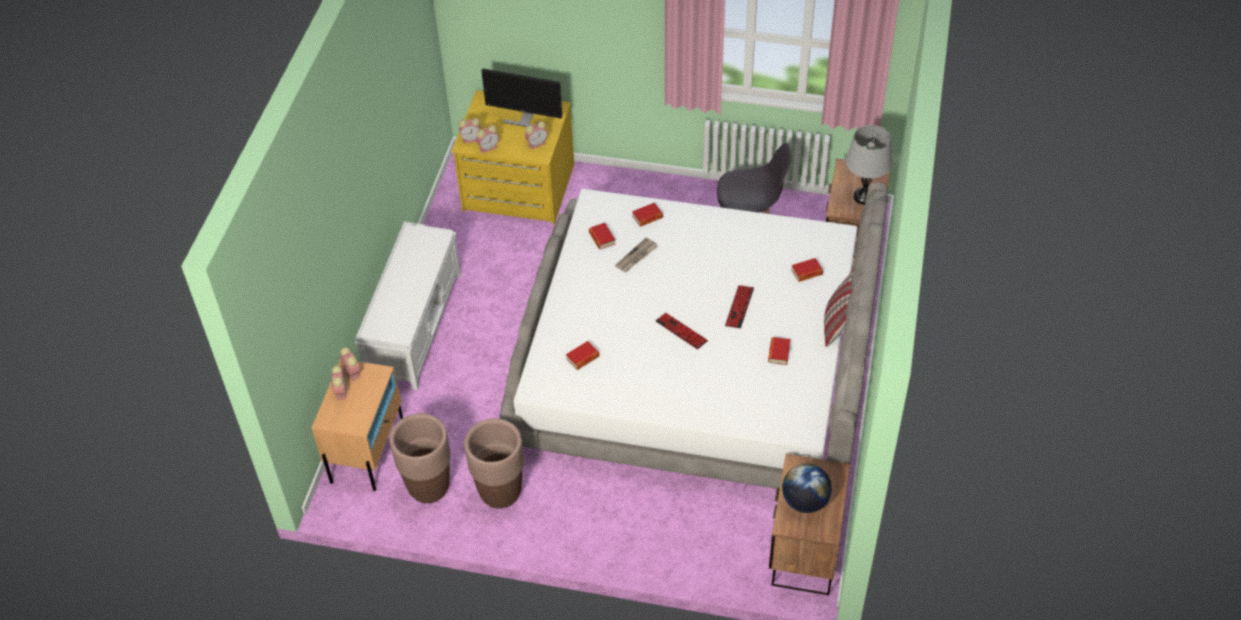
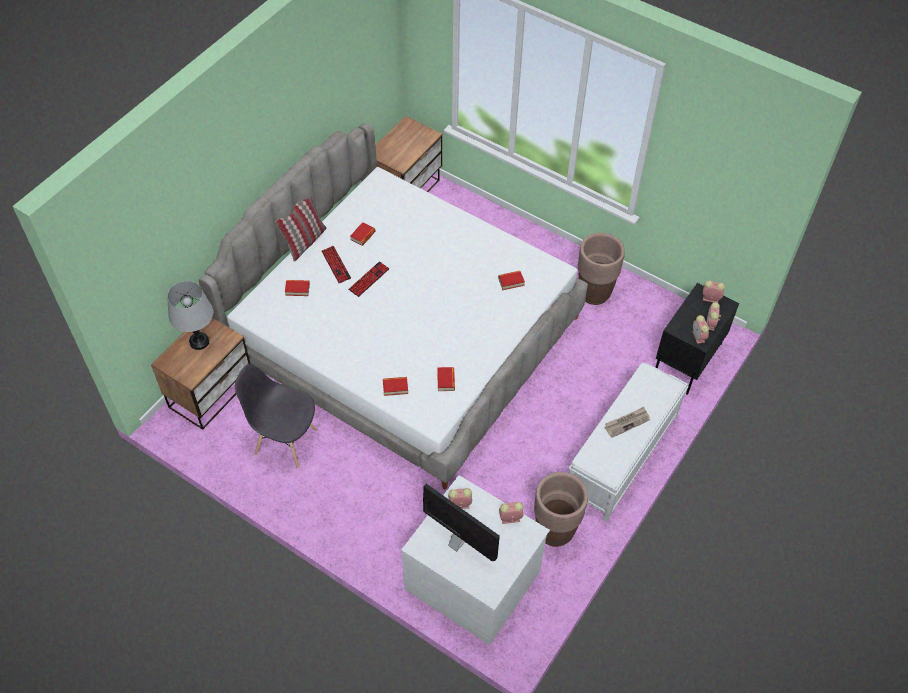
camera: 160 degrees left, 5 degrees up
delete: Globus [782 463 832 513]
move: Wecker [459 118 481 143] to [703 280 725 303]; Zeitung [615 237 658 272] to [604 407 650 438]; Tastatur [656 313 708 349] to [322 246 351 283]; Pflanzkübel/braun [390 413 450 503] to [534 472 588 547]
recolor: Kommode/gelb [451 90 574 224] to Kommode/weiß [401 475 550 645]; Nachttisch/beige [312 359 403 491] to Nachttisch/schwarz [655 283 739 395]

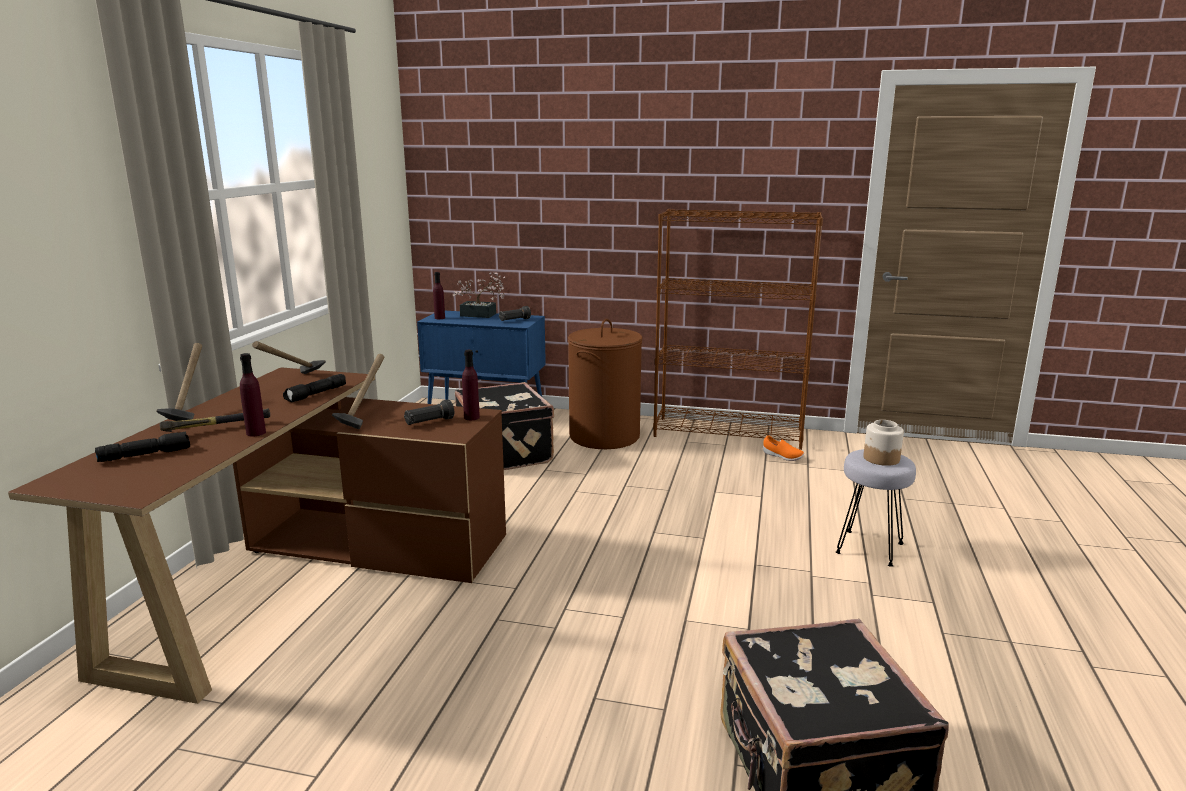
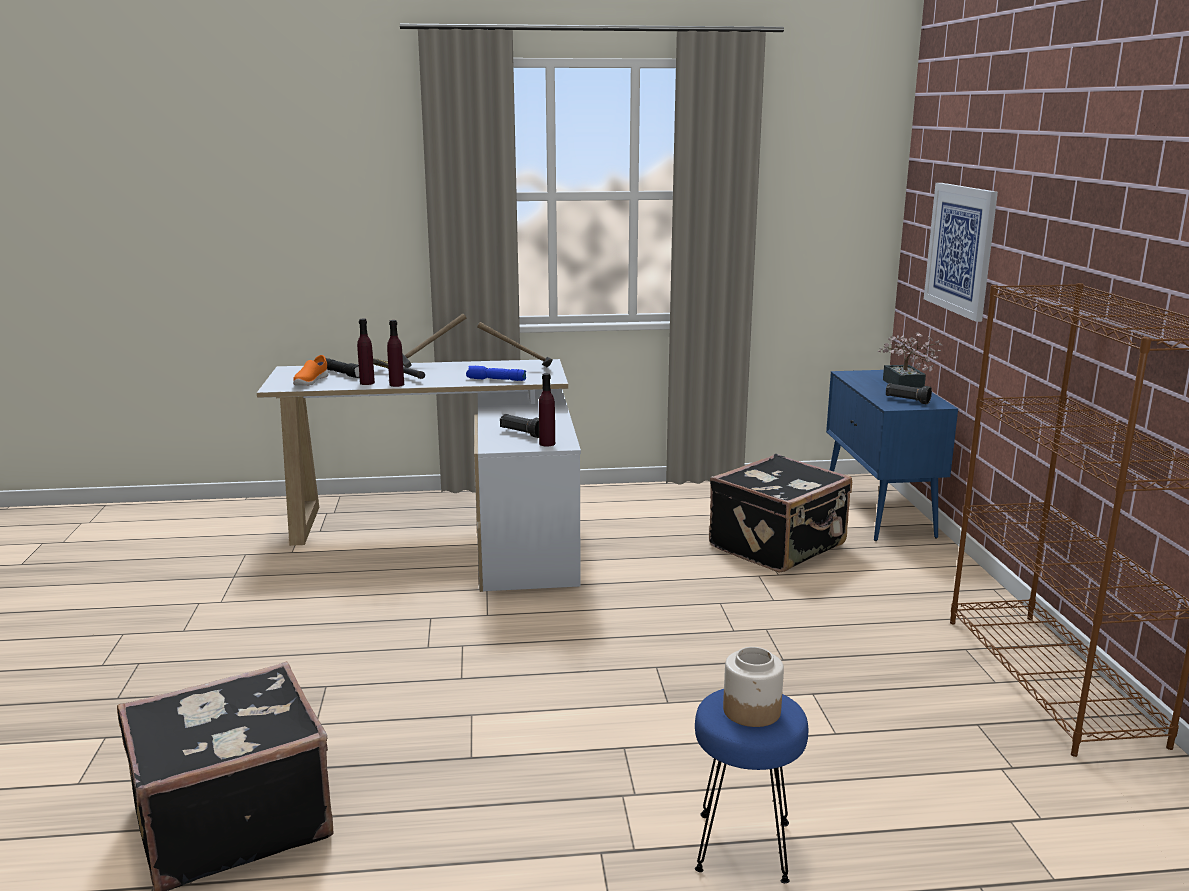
camera: 70 degrees right, 0 degrees up
delete: Wäschekorb/braun [568 319 643 449]; Hammer [332 354 385 429]
insert: Bild [924 183 998 322]
move: Flasche/lila [433 272 445 319] to [357 319 375 385]; Schuh/orange [763 435 804 461] to [293 355 328 386]
recolor: Schreibtisch/braun [8 367 506 704] to Schreibtisch/weiß [257 359 581 592]; Taschenlampe/schwarz [283 374 346 402] to Taschenlampe/blau [466 366 526 381]; Hocker/grau [836 449 916 567] to Hocker/blau [695 689 808 883]

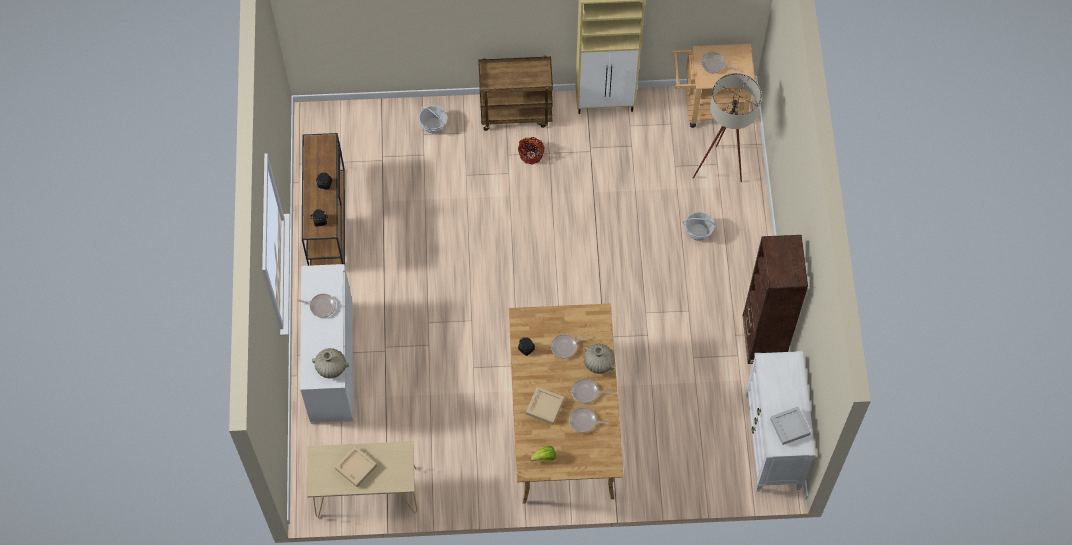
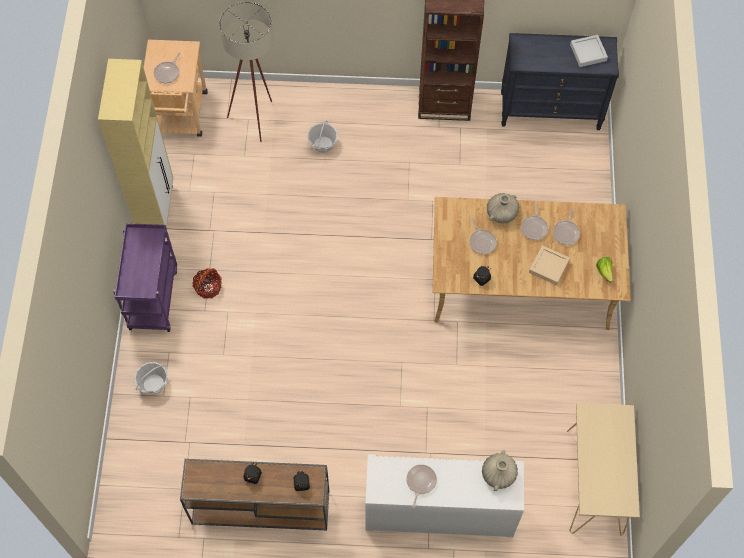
camera: 85 degrees left, 0 degrees up
delete: Tablett/beige [335 446 377 487]
recolor: Rollwagen/braun [478 55 553 131] to Rollwagen/lila [113 223 177 332]; Kommode/weiß [746 351 816 492] to Kommode/schwarz [501 33 619 130]

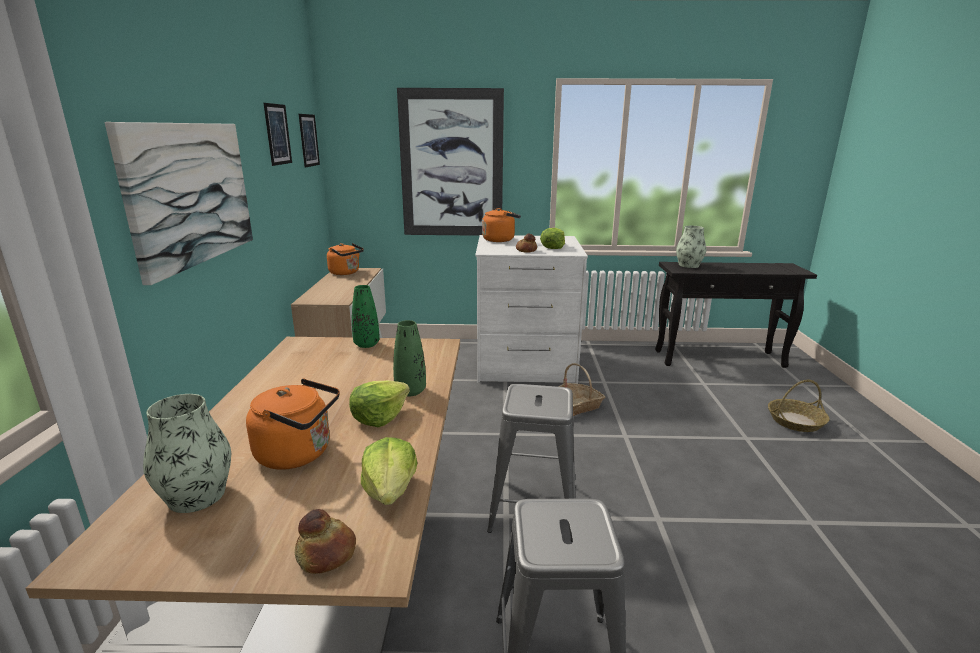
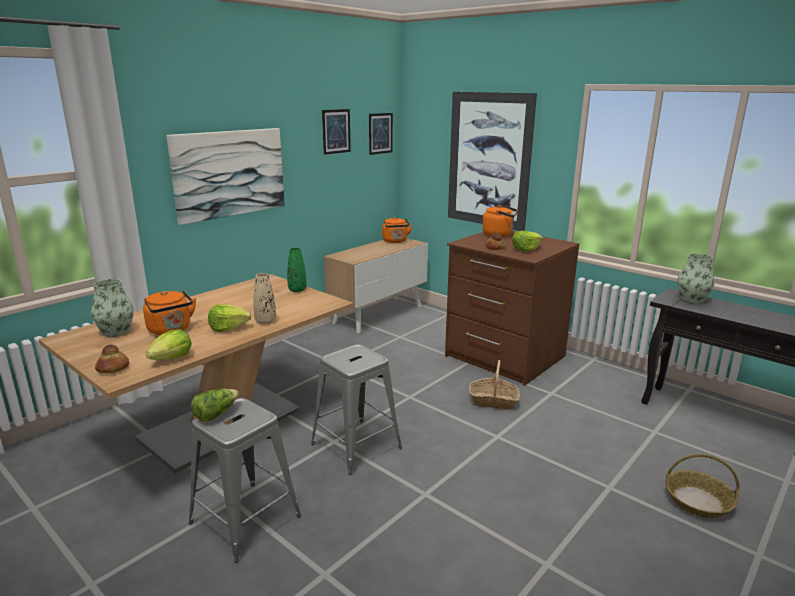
camera: 40 degrees right, 0 degrees up
insert: Salatkopf [191 389 239 422]
recolor: Kommode/weiß [475 235 588 384] to Kommode/braun [445 231 580 386]; Vase/grün [393 320 426 396] to Vase/beige [253 273 276 324]

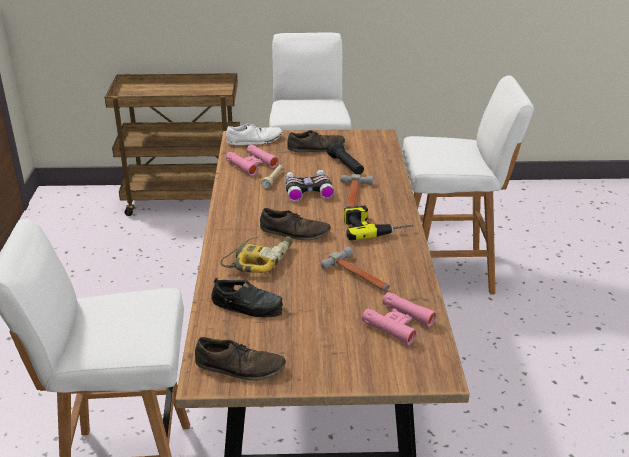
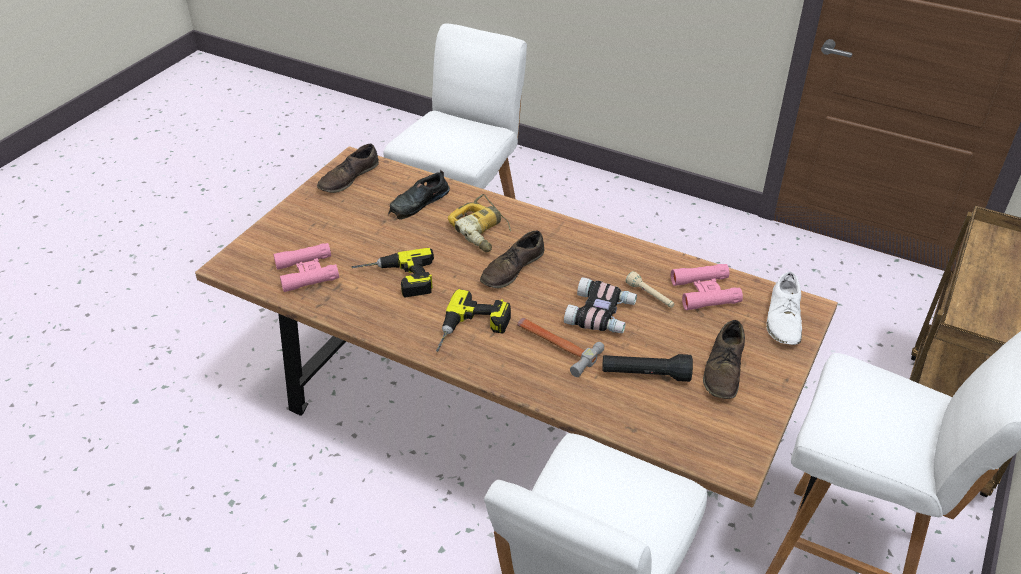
camera: 120 degrees right, 10 degrees up
replace: Hammer [321 247 390 291] to Bohrmaschine [351 248 434 298]

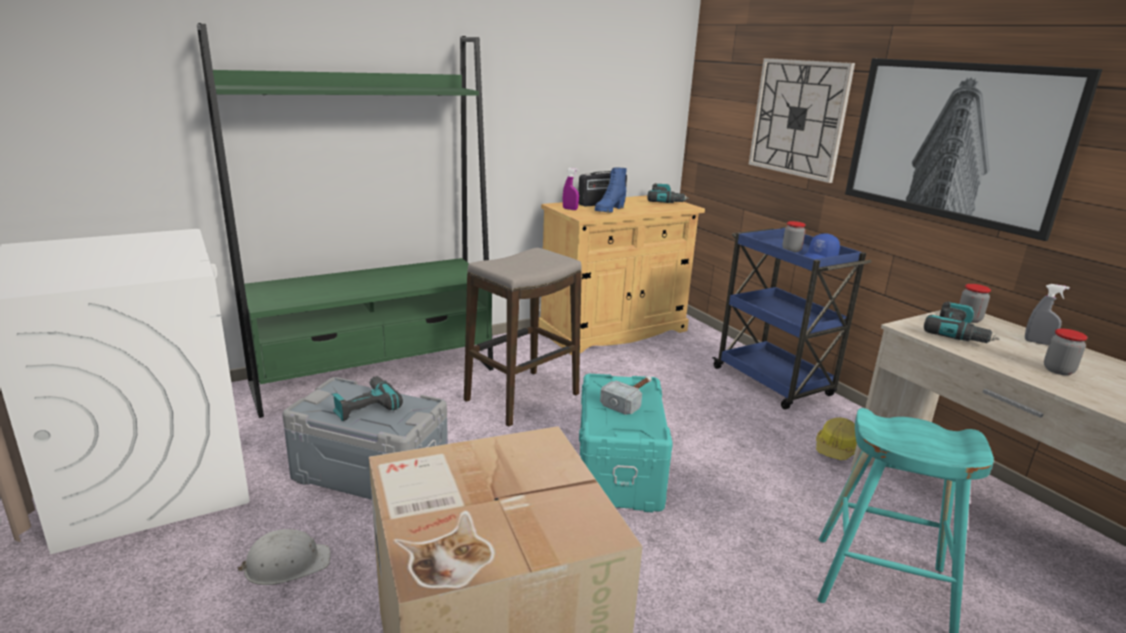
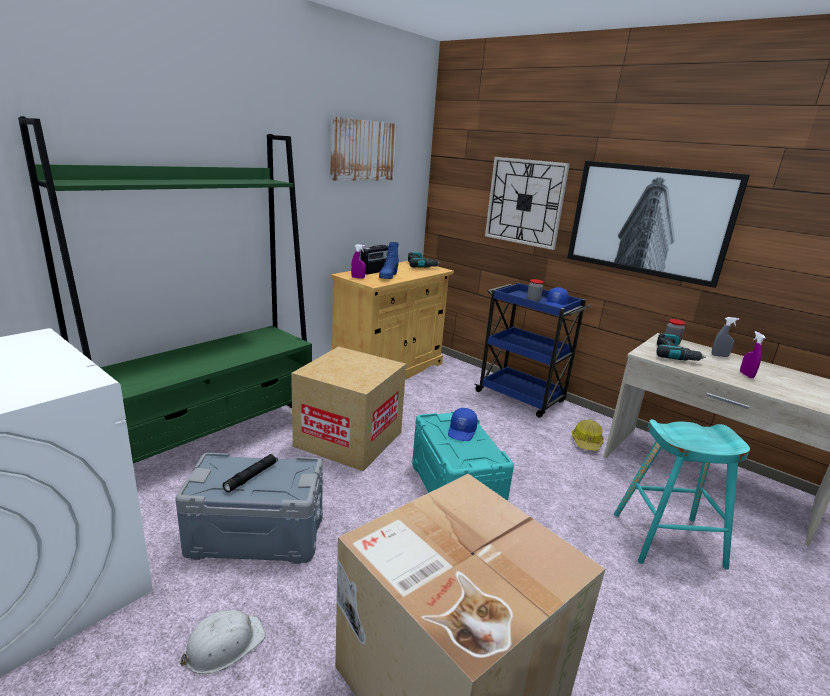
camera: 20 degrees left, 0 degrees up
insert: Bild [330 117 397 181]
replace: Hocker [464 248 582 426] to Karton [291 346 406 471]; Vorratsglas [1044 328 1088 375] to Sprühflasche/lila [740 331 765 378]; Bohrmaschine [332 376 403 421] to Taschenlampe/schwarz [223 454 278 492]; Hammer [600 376 652 415] to Kappe/blau [448 408 478 441]

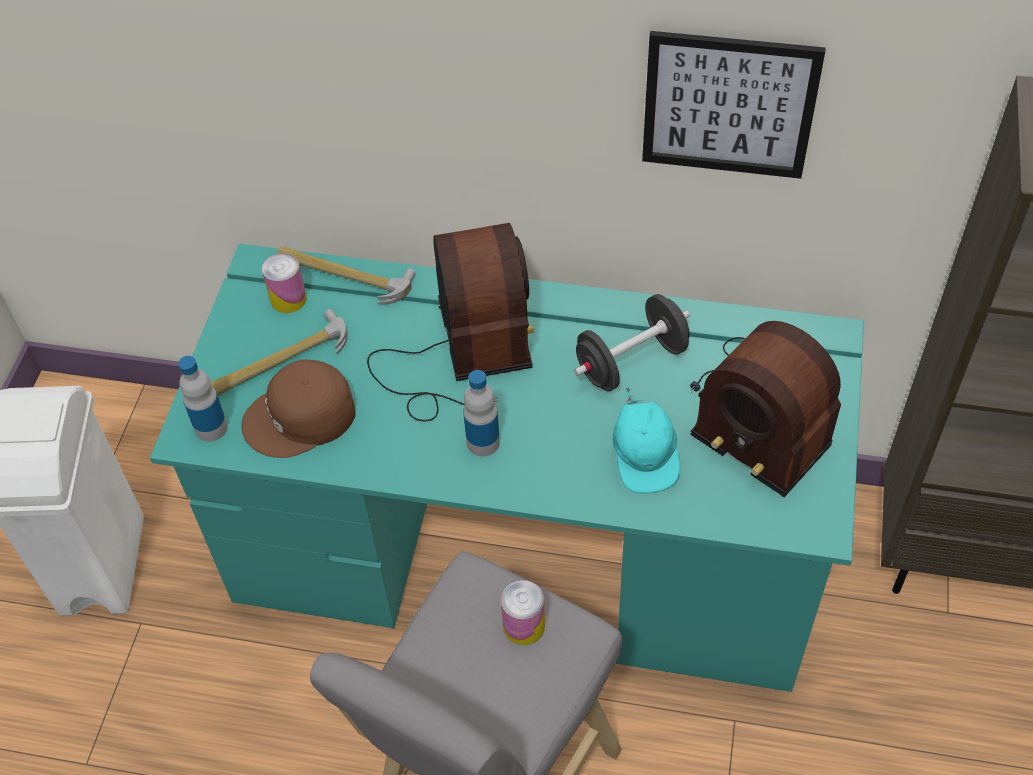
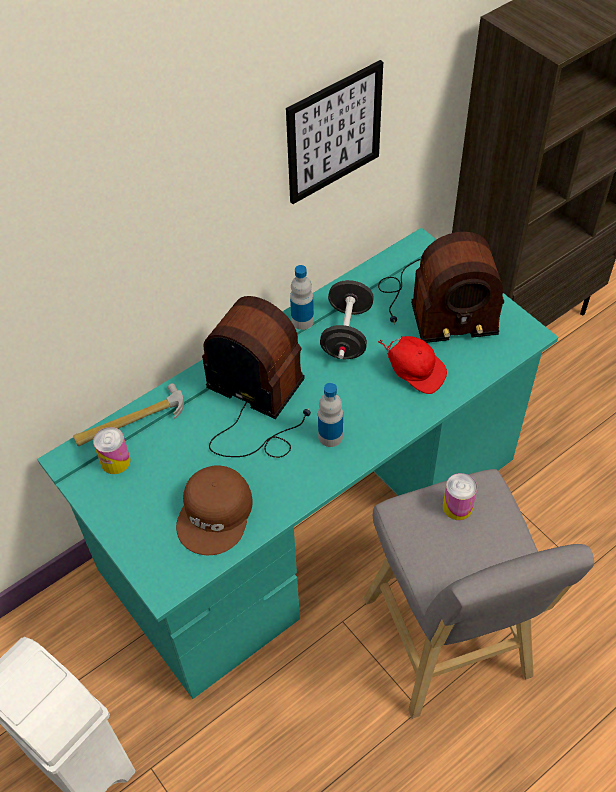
camera: 50 degrees left, 0 degrees up
delete: Hammer [211 309 347 396]
move: Flasche [178 356 228 442] to [290 265 314 330]
recolor: Kappe/türkis [612 387 680 494] to Kappe/rot [378 336 447 394]

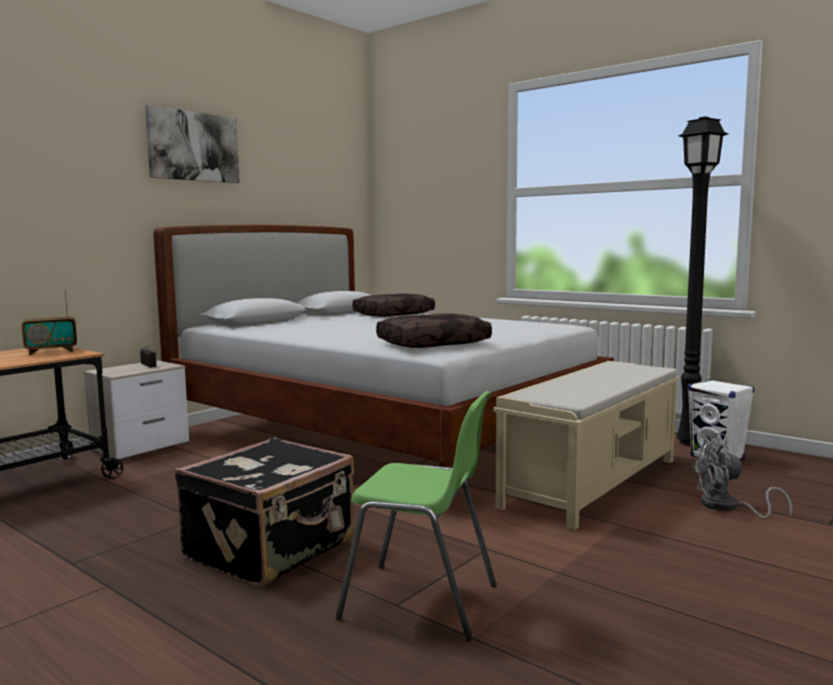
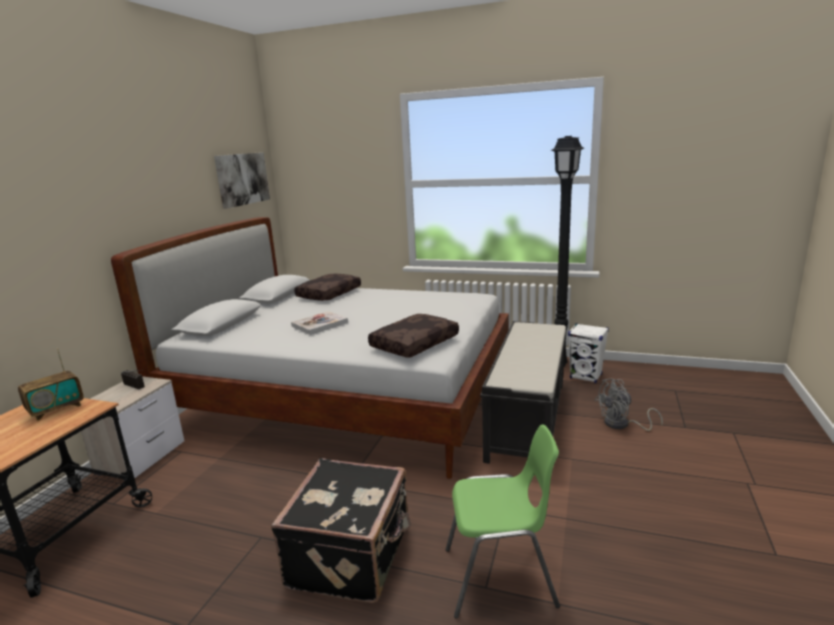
camera: 20 degrees left, 10 degrees up
insert: Buch [291 311 348 335]
move: Bild [145 105 240 183] to [214 152 270 209]
recolor: Bank/beige [493 361 680 530] to Bank/schwarz [480 321 566 464]

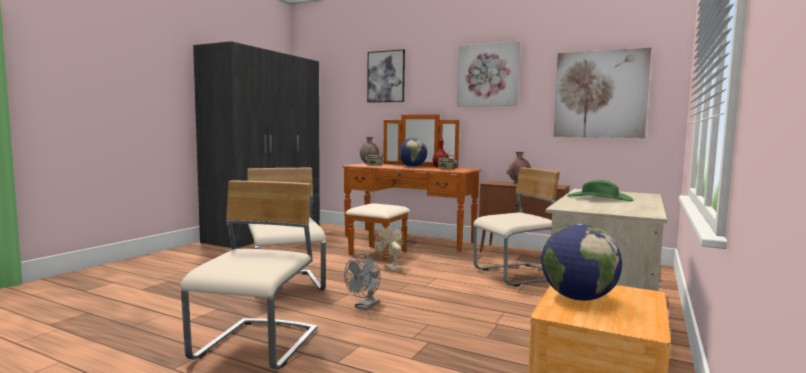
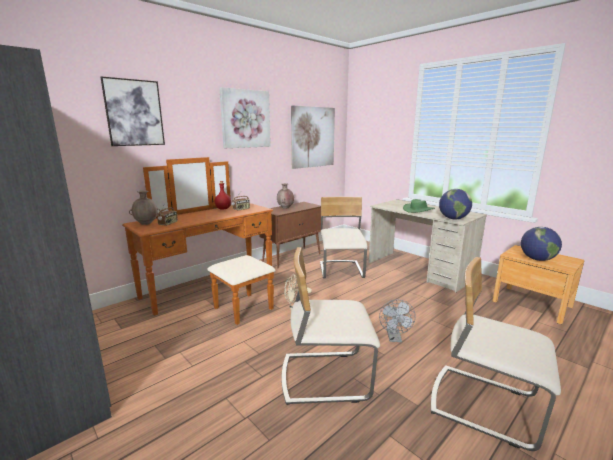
camera: 70 degrees left, 10 degrees up
move: Globus [398 138 427 167] to [439 189 472 219]
rotate: Ventilator/grau [344 254 381 310] = [379 299 416 342] 45 degrees clockwise

